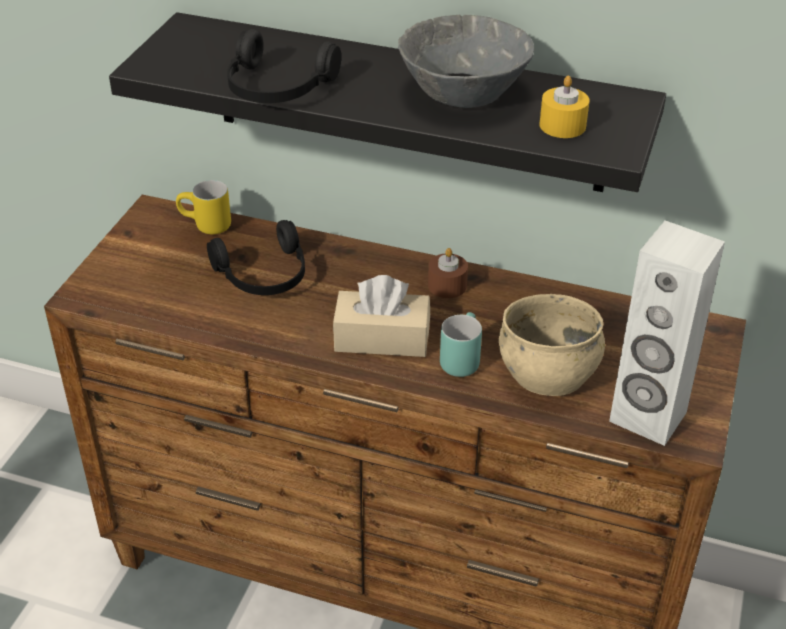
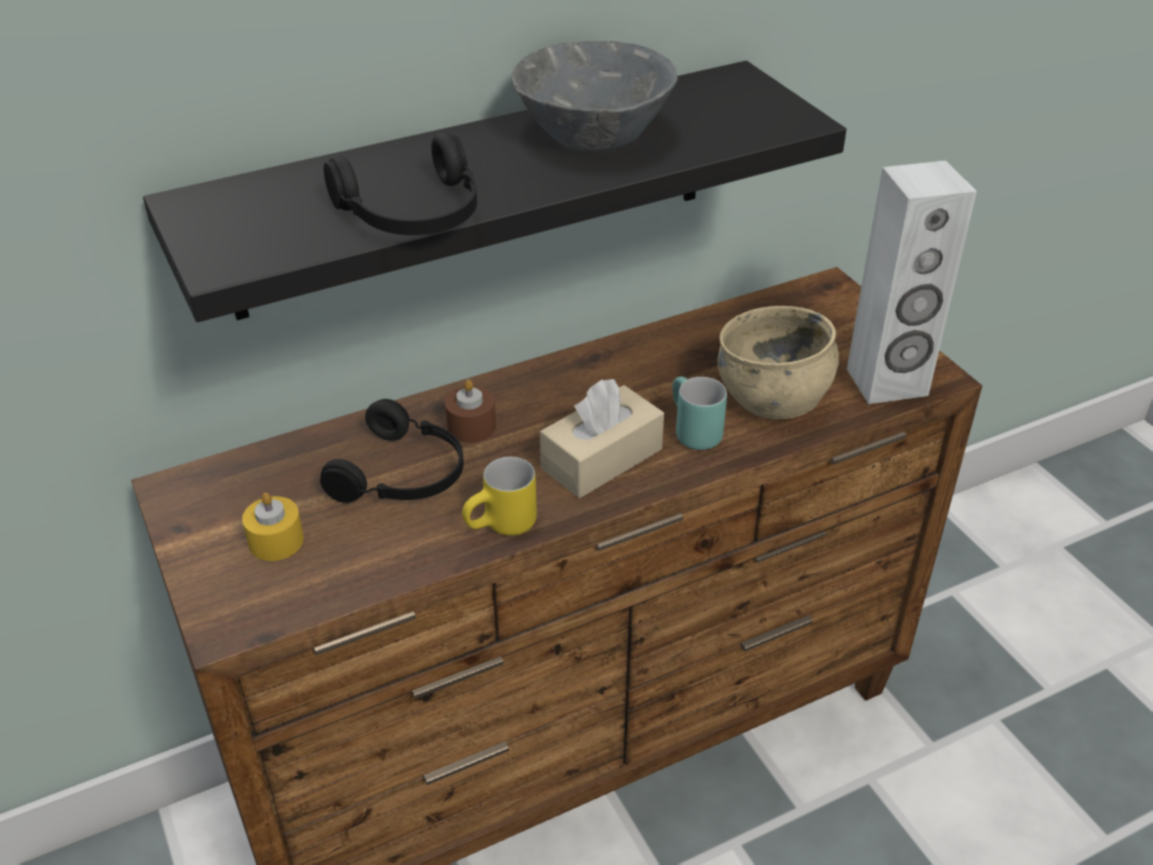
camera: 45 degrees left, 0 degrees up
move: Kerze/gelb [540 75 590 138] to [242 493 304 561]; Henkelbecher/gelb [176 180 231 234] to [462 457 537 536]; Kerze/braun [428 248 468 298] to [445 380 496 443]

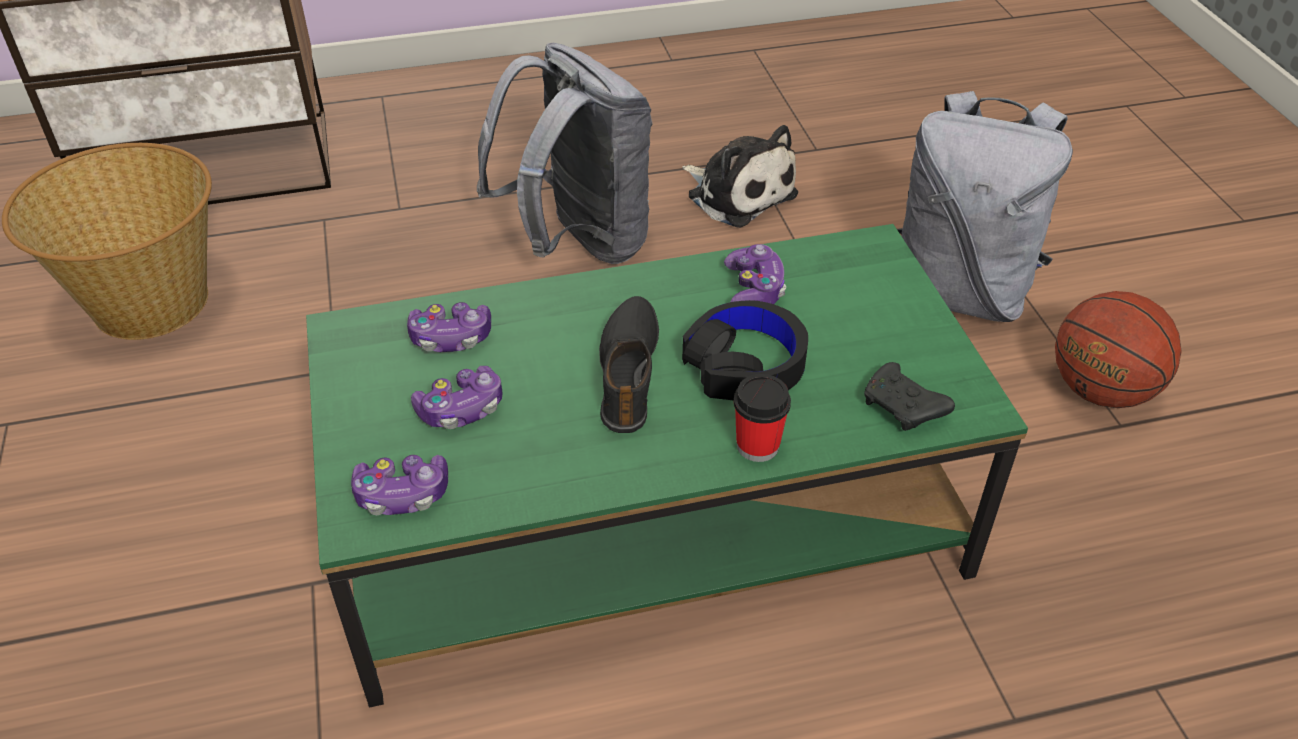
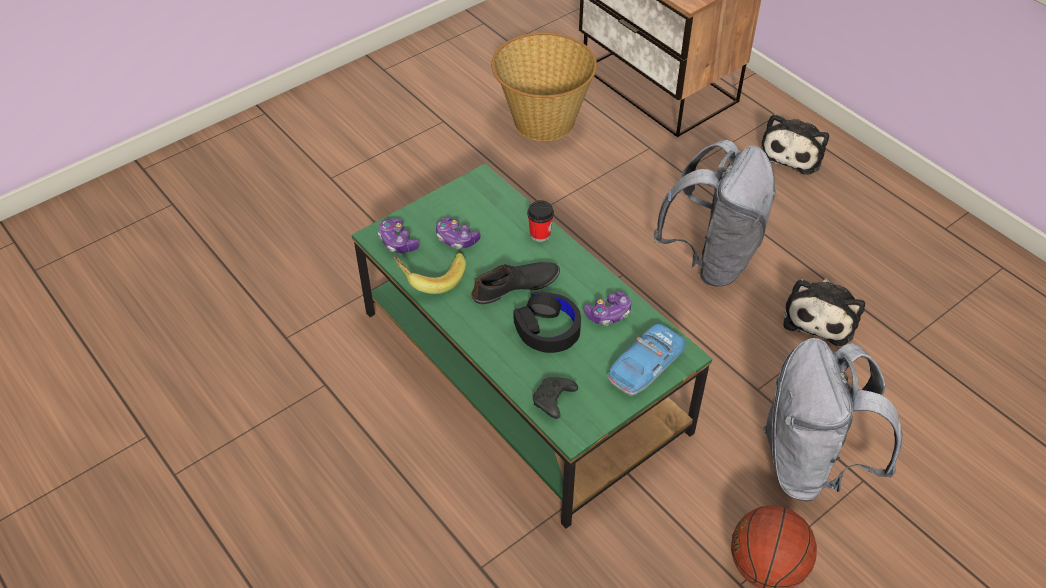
camera: 65 degrees right, 5 degrees up
delete: Gamepad [407 302 491 352]
insert: Plüschtier [761 114 829 175]; Banane [393 253 466 294]; Spielzeugauto [608 324 686 396]
move: Tasse [734 374 791 462] to [527 200 554 242]

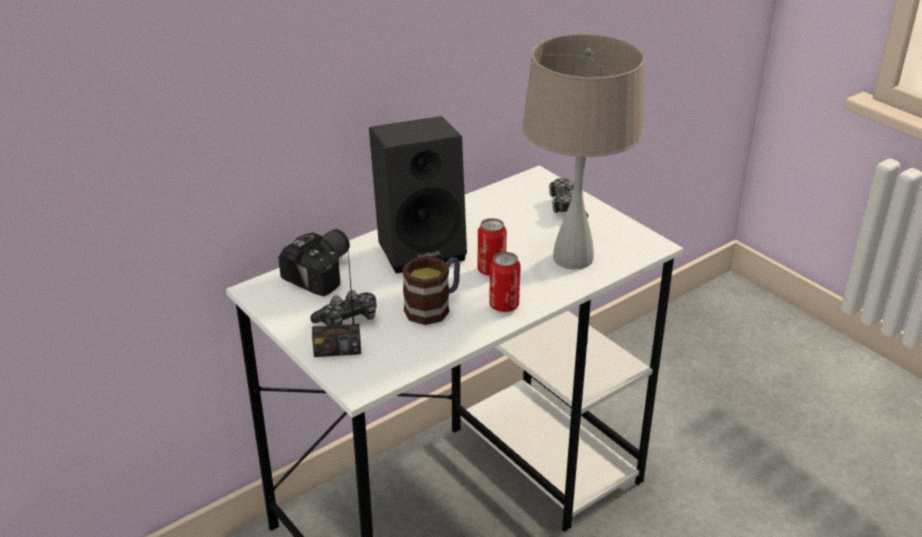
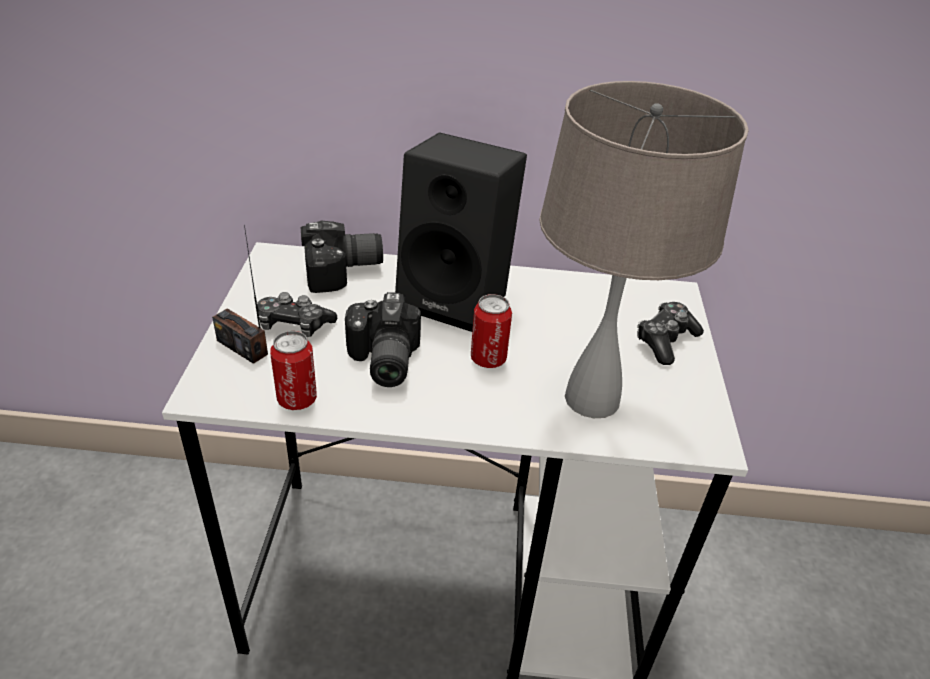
camera: 40 degrees right, 5 degrees up
move: Dose [489 252 521 312] to [270 331 317 410]
replace: Henkelbecher [402 256 460 325] to Kamera [345 292 421 387]

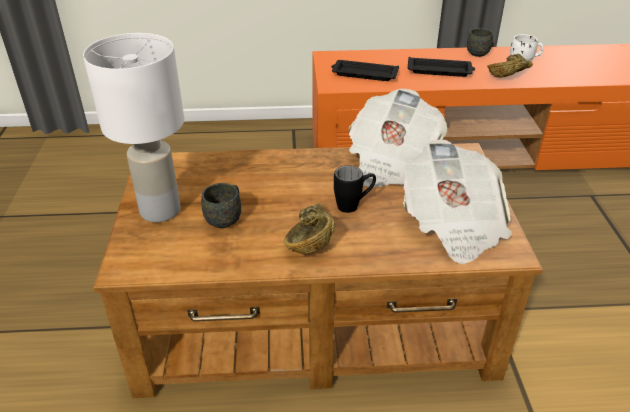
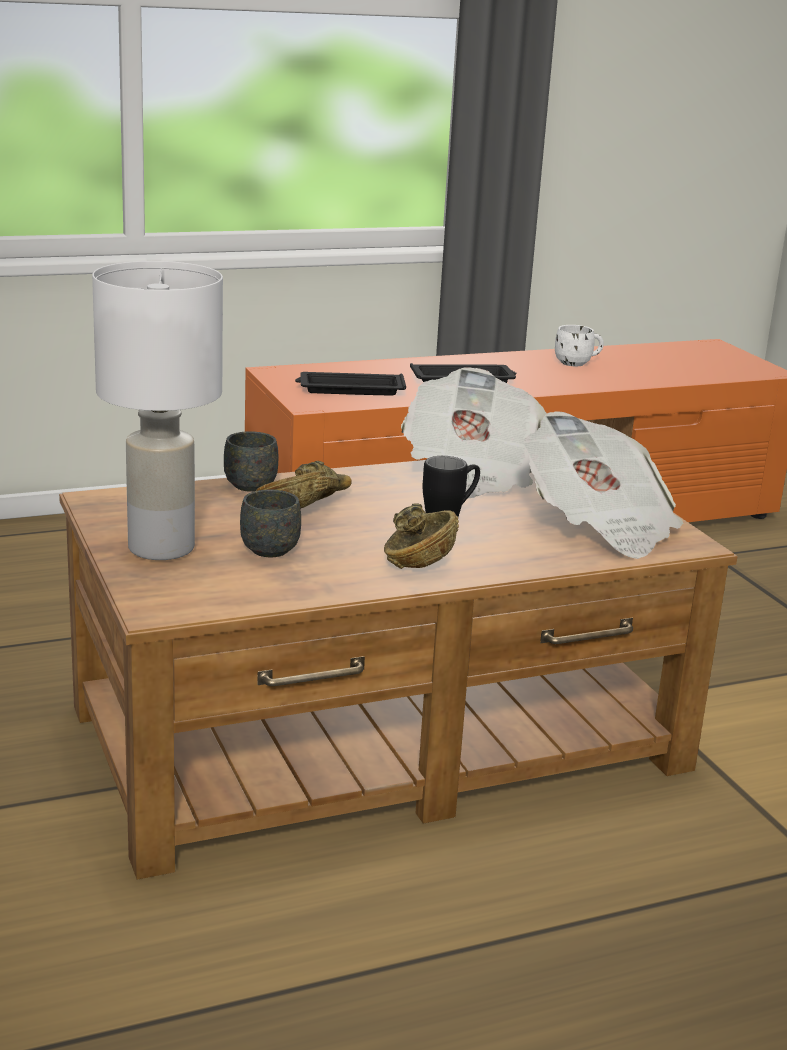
camera: 20 degrees left, 15 degrees down
move: Henkelbecher/grau [467 28 493 57] to [224 431 279 492]; Schüssel/braun [487 54 533 78] to [256 461 351 508]

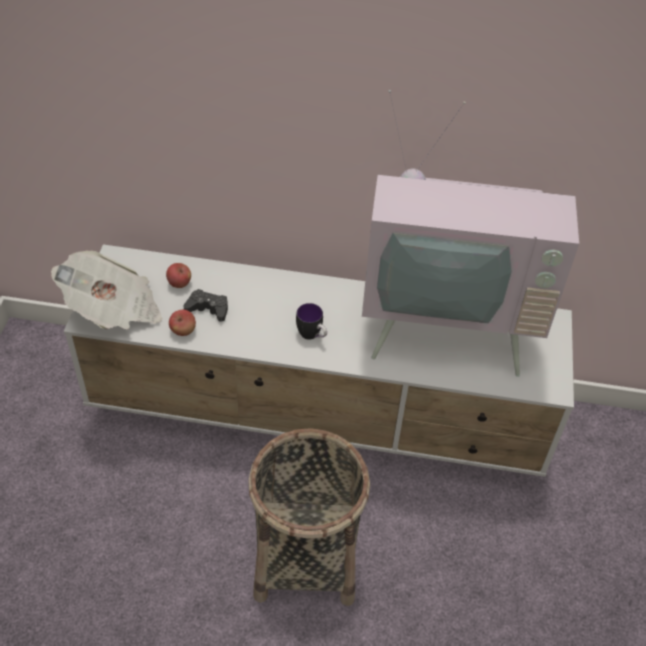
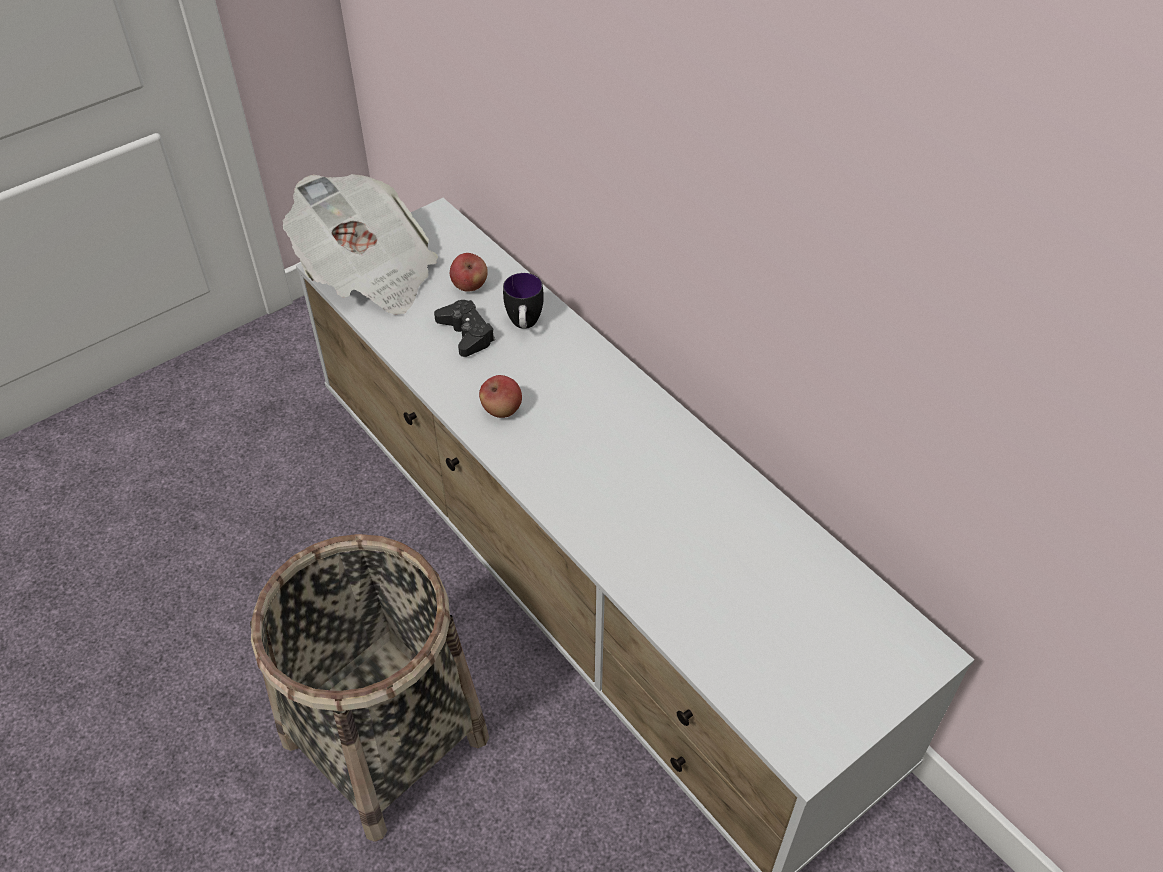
camera: 45 degrees right, 0 degrees up
delete: Fernseher [362 90 579 377]
move: Henkelbecher [296 303 327 340] to [503 273 544 329]; Apfel [169 310 196 336] to [479 375 522 418]

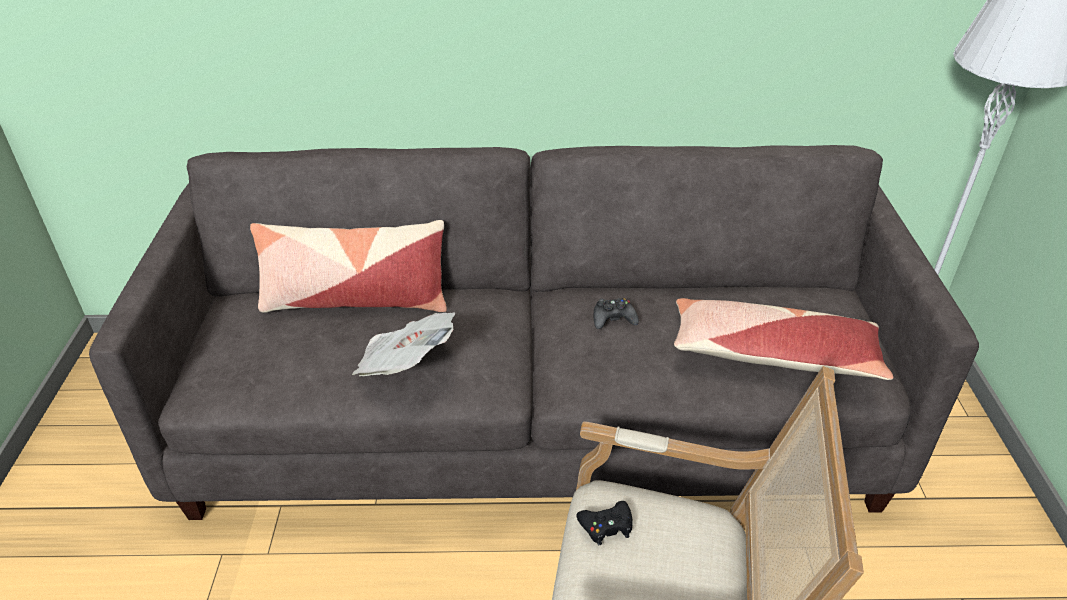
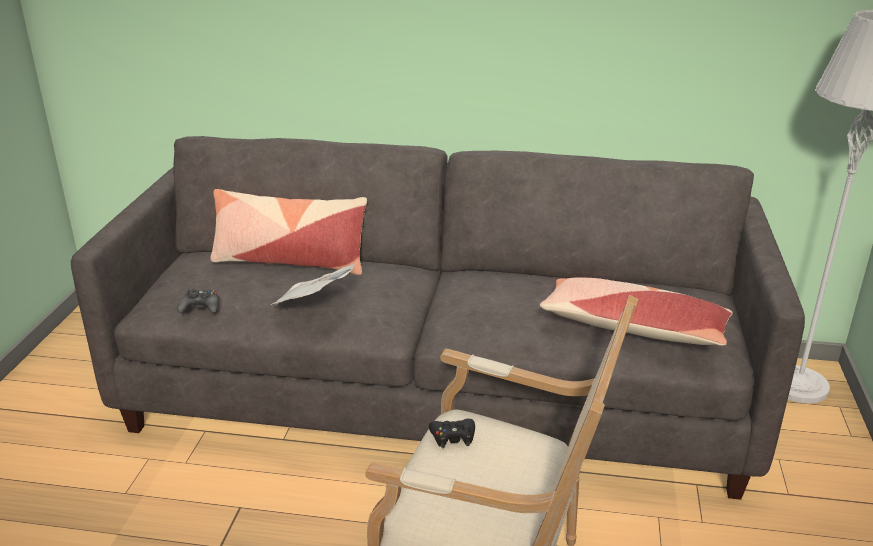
camera: 10 degrees right, 10 degrees down
move: Gamepad/schwarz [594 298 639 329] to [178 288 219 313]

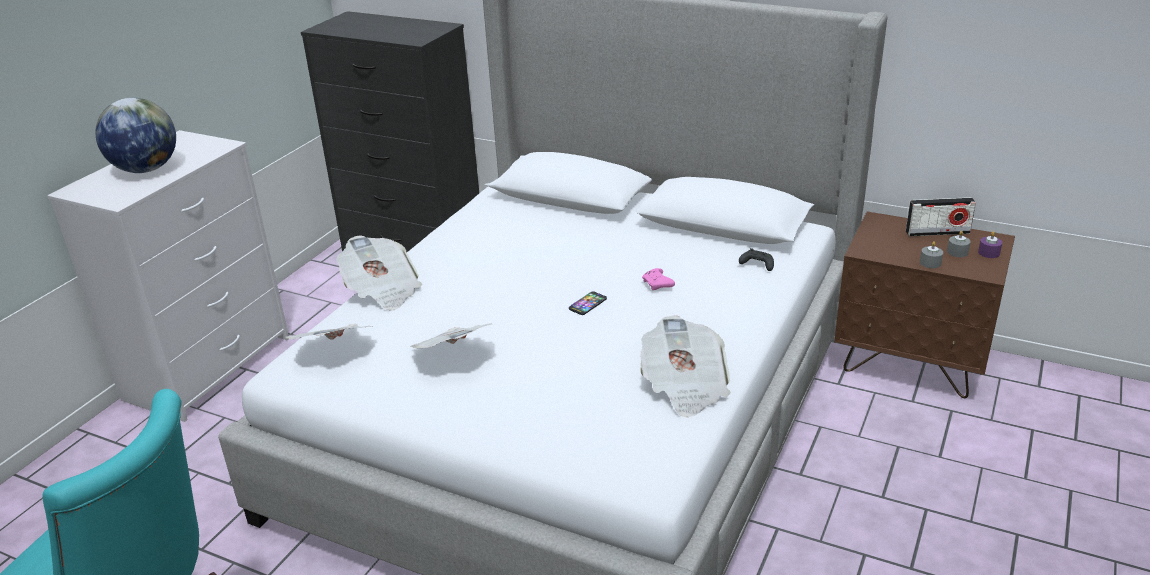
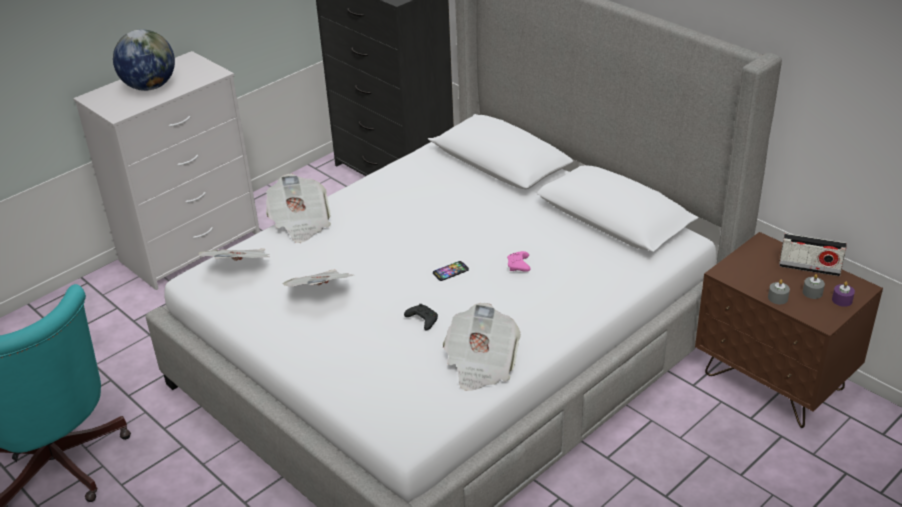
camera: 20 degrees right, 5 degrees up
move: Gamepad/schwarz [739 248 774 271] to [404 304 438 331]

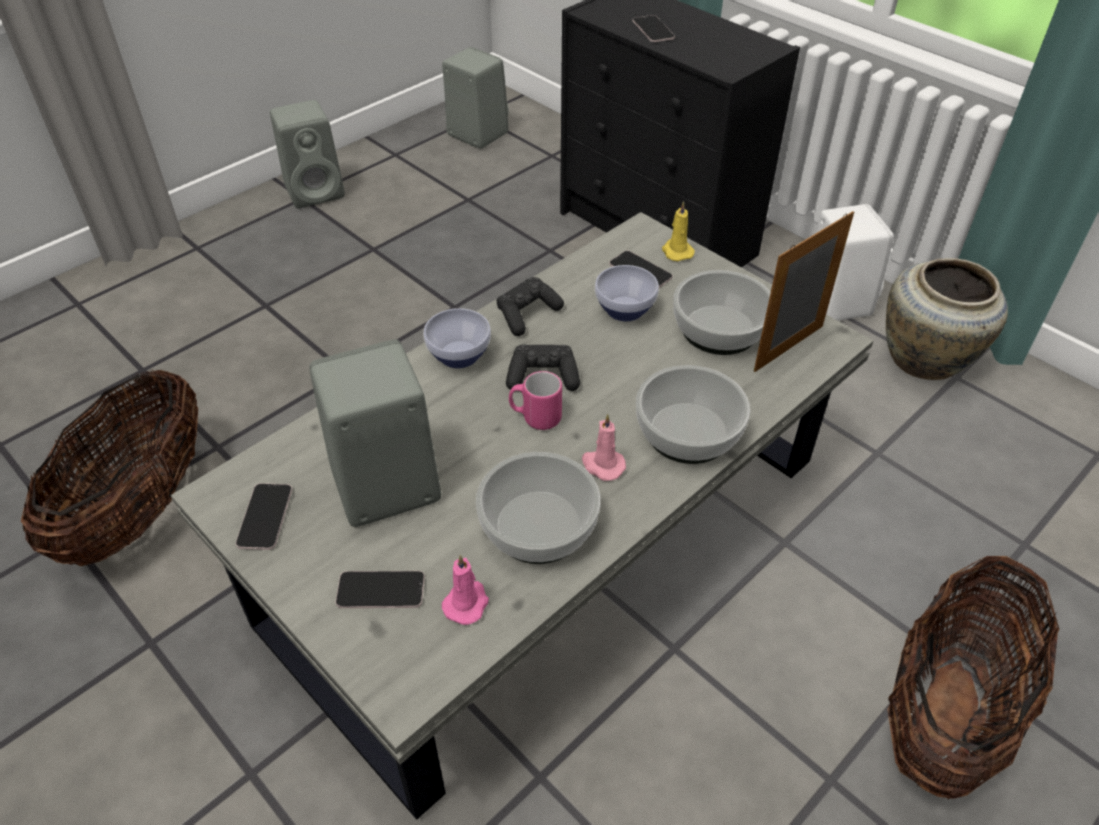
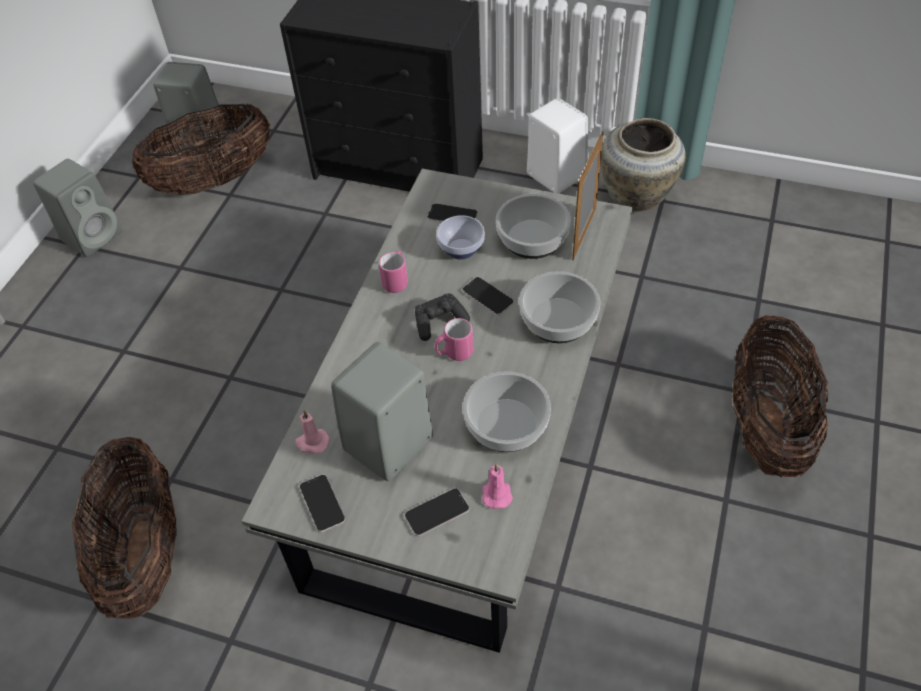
camera: 25 degrees left, 5 degrees up
delete: Kerze/gelb [662 201 695 261]; Schüssel [423 308 491 368]
insert: Korb [132 104 270 195]
move: Handy [633 15 675 42] to [462 277 514 315]; Kerze/rosa [582 414 626 481] to [295 410 330 454]
replace: Gamepad/schwarz [497 277 564 336] to Henkelbecher/rosa [379 251 408 293]

